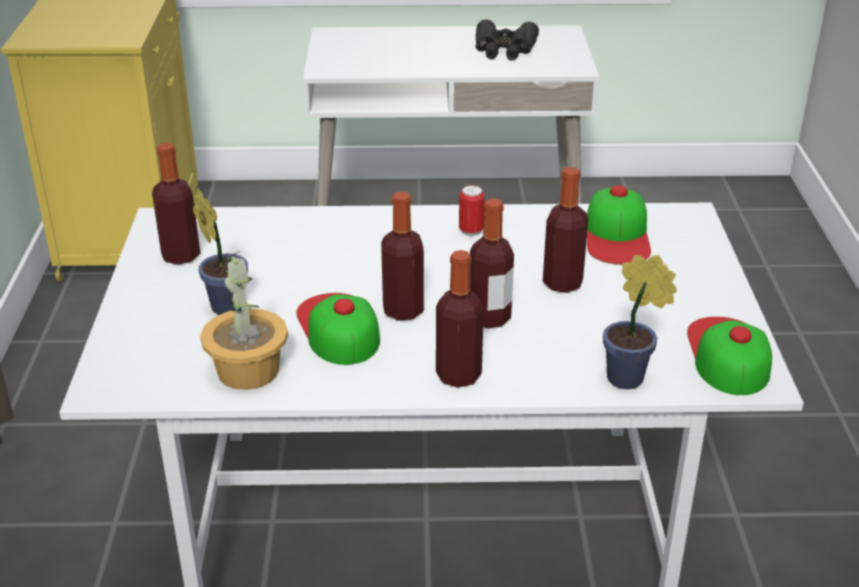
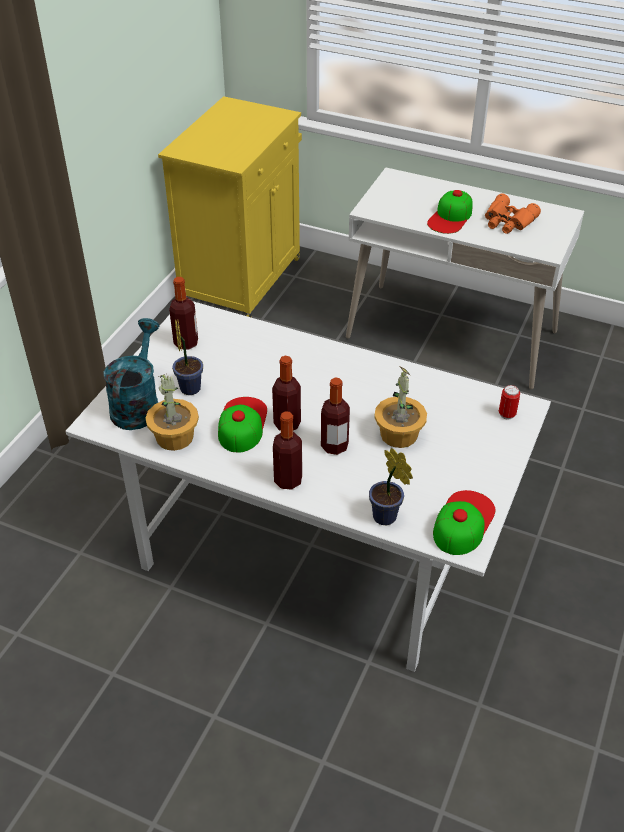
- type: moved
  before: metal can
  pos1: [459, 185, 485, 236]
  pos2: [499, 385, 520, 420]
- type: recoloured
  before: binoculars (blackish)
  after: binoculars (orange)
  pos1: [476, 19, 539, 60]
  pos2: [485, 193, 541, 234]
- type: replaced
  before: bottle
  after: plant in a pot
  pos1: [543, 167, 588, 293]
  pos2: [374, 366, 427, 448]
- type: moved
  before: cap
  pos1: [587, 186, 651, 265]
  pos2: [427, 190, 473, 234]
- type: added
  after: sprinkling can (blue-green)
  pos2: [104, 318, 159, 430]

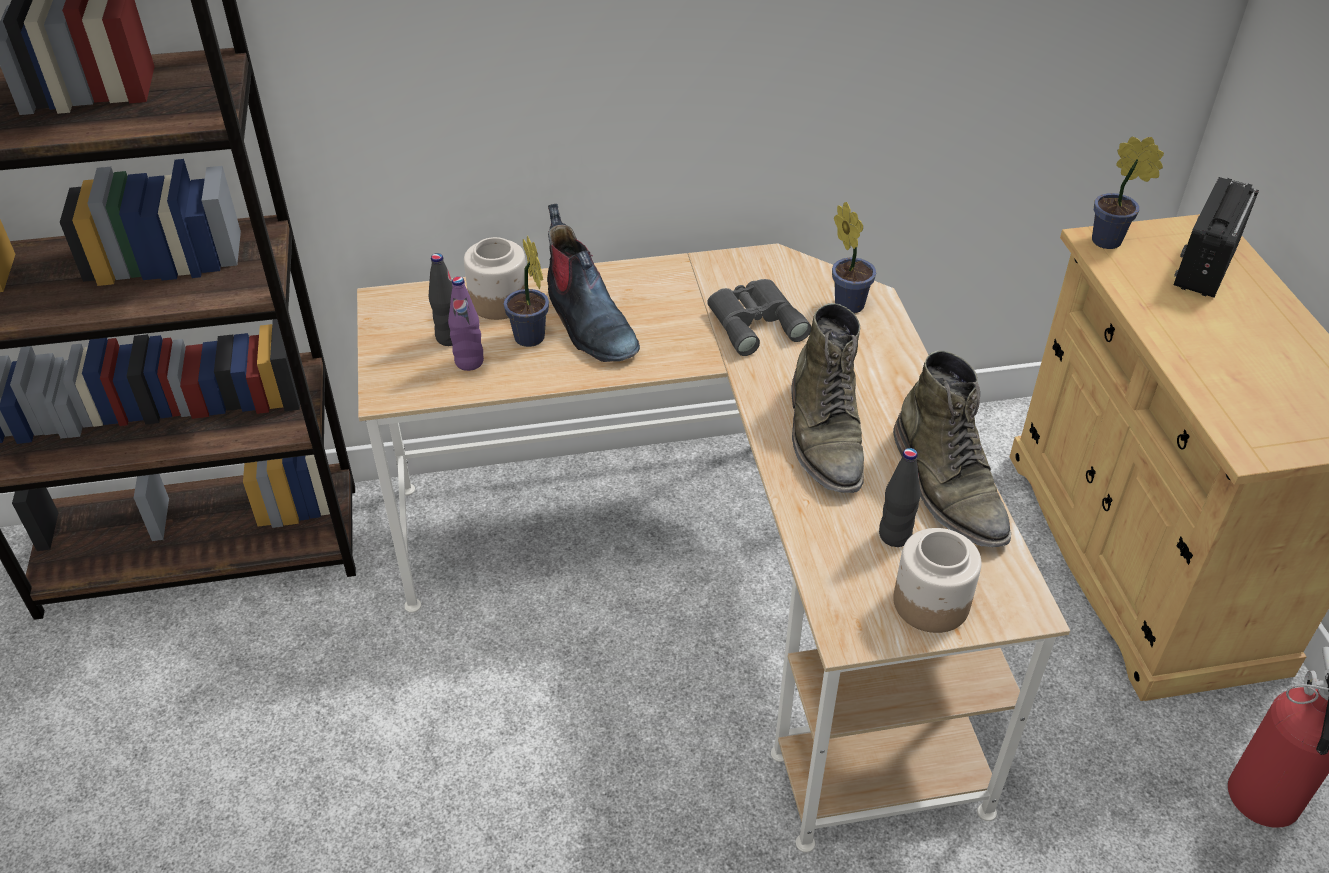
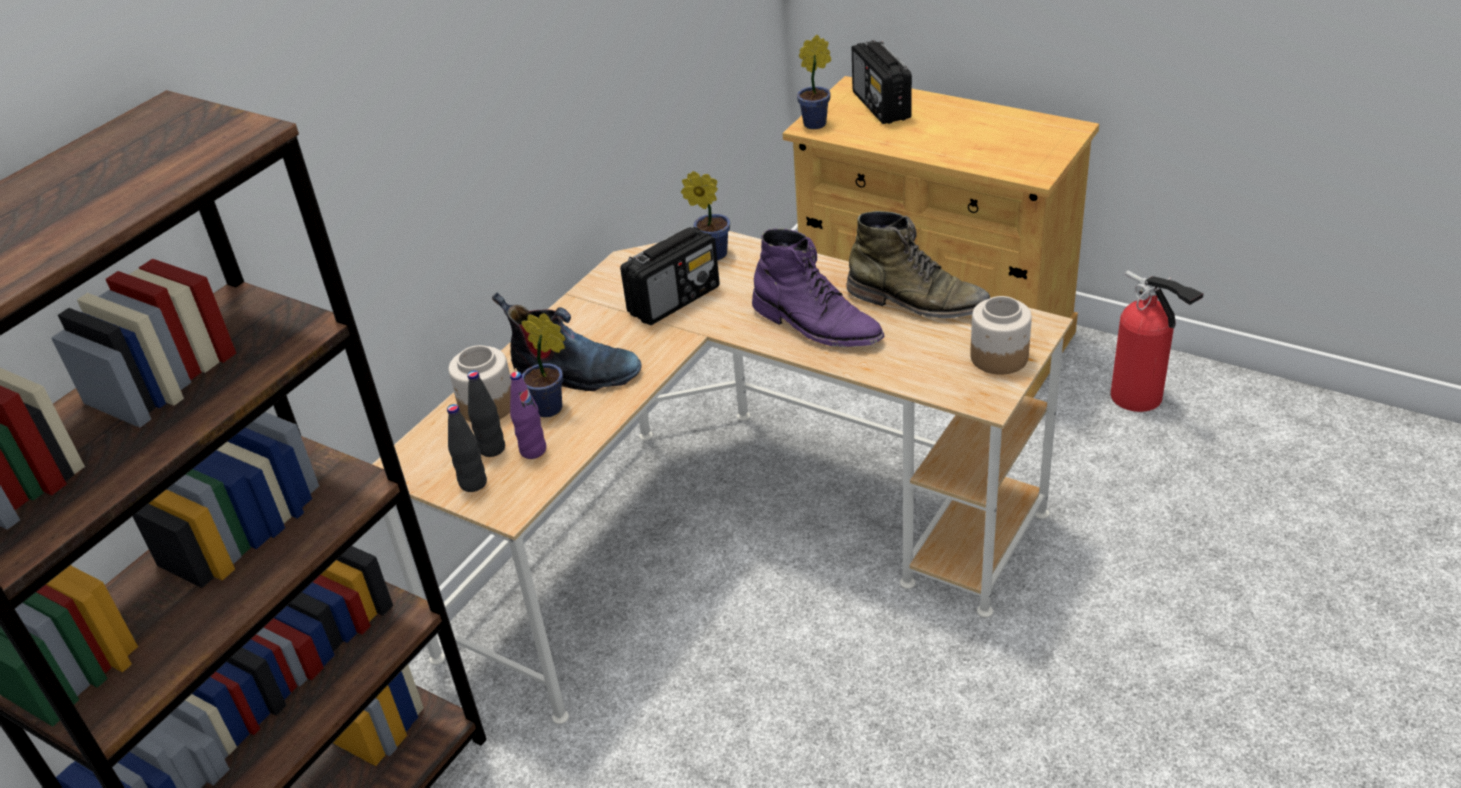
- type: replaced
  before: binoculars (greyish)
  after: radio receiver
  pos1: [707, 279, 811, 356]
  pos2: [620, 227, 720, 325]
- type: recoloured
  before: high-top boot (green-coloured)
  after: high-top boot (purple)
  pos1: [791, 303, 864, 493]
  pos2: [752, 229, 884, 347]
- type: moved
  before: bottle (blackish)
  pos1: [879, 448, 921, 547]
  pos2: [447, 404, 487, 492]

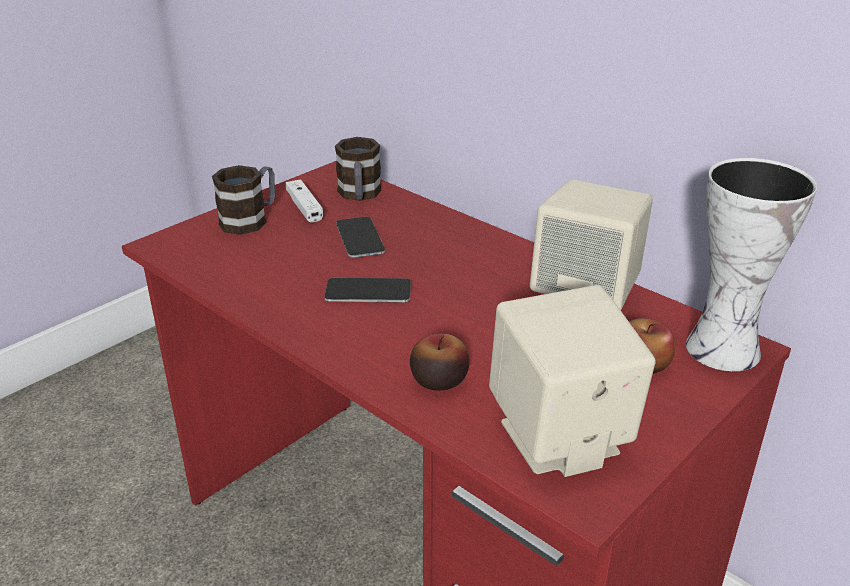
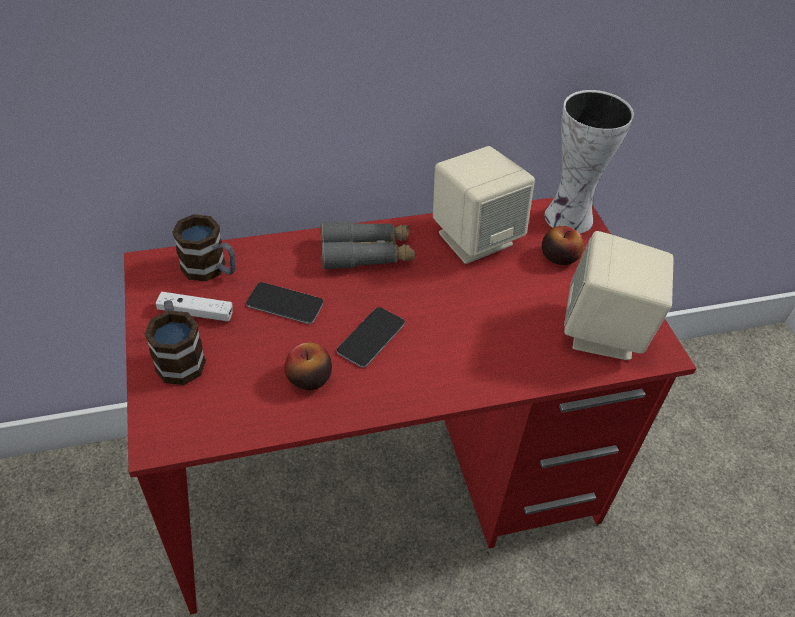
- type: moved
  before: whole apple
  pos1: [410, 334, 470, 391]
  pos2: [284, 343, 332, 390]
- type: added
  after: binoculars (greyish)
  pos2: [320, 222, 415, 270]

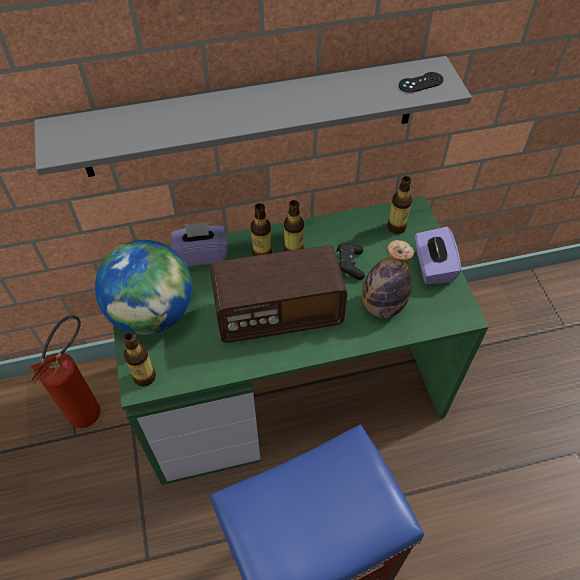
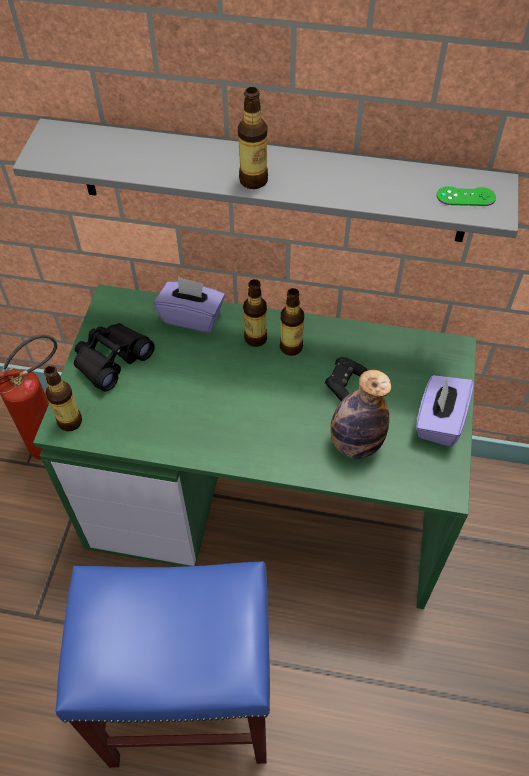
- type: replaced
  before: world globe
  after: binoculars (blackish)
  pos1: [95, 240, 192, 335]
  pos2: [74, 323, 155, 391]
- type: removed
  before: radio receiver
  pos1: [210, 245, 347, 343]
- type: moved
  before: bottle
  pos1: [387, 176, 412, 234]
  pos2: [238, 87, 268, 189]
- type: recoloured
  before: gamepad (blackish)
  after: gamepad (green-coloured)
  pos1: [399, 72, 444, 93]
  pos2: [437, 186, 496, 206]

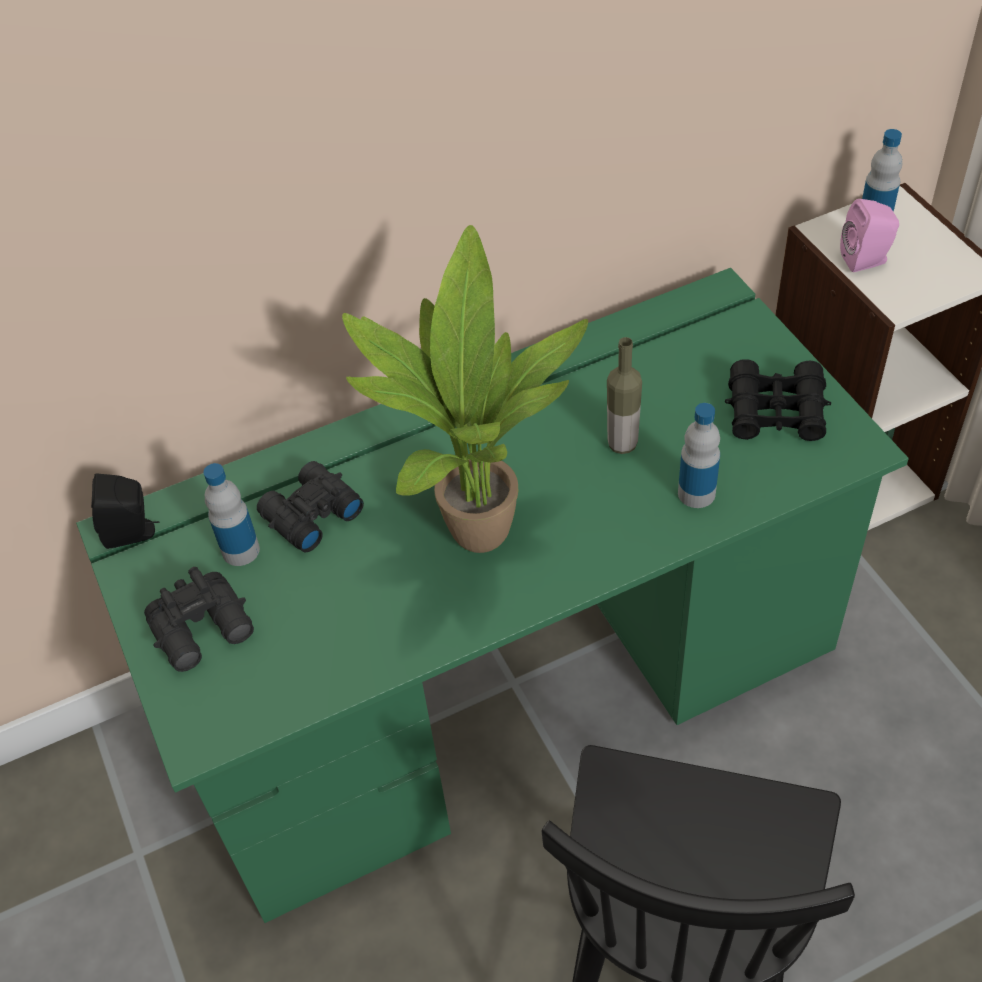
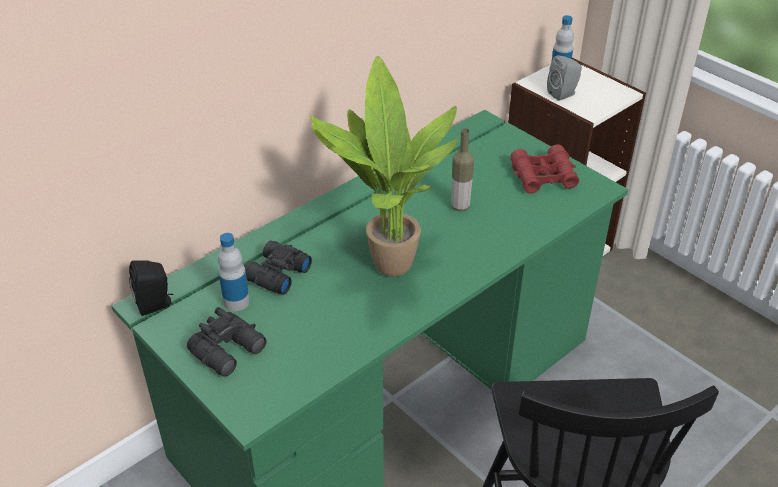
- type: removed
  before: bottle
  pos1: [678, 403, 720, 508]
- type: recoloured
  before: binoculars (blackish)
  after: binoculars (red-coloured)
  pos1: [725, 359, 831, 441]
  pos2: [510, 144, 579, 193]
- type: recoloured
  before: loudspeaker (pinkish)
  after: loudspeaker (greyish)
  pos1: [840, 199, 899, 272]
  pos2: [547, 55, 582, 101]

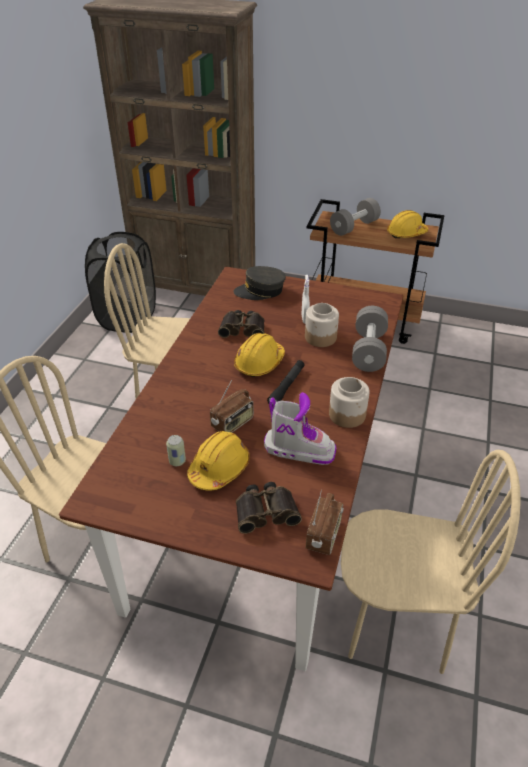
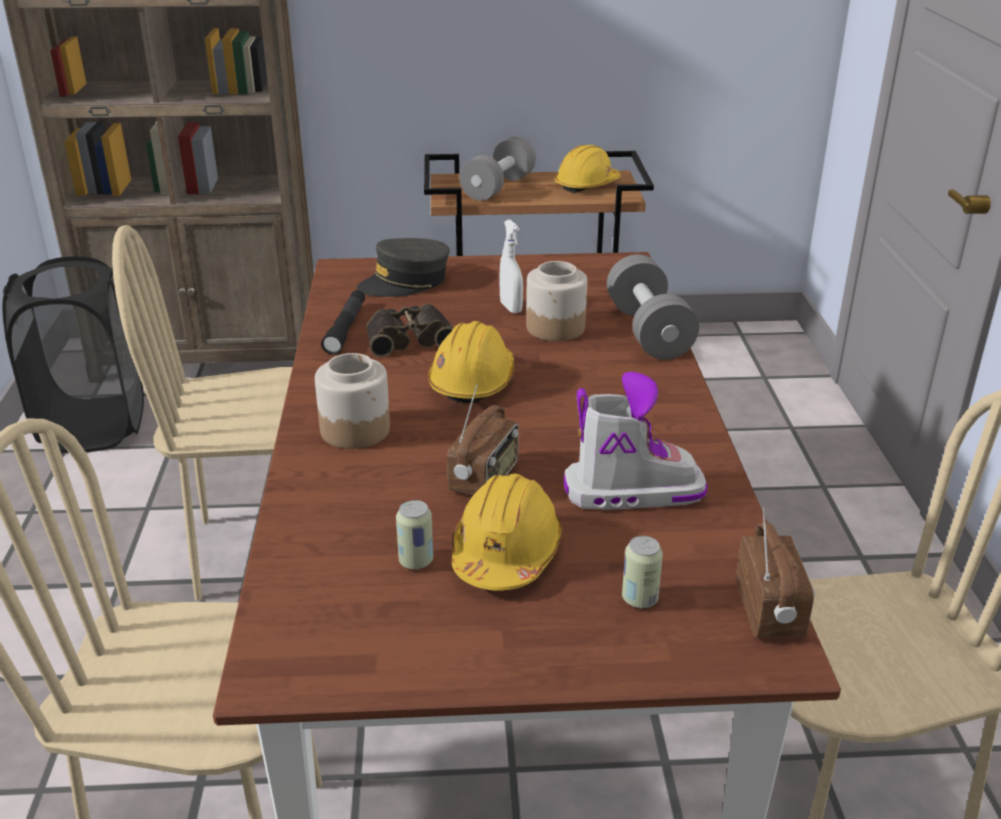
- type: replaced
  before: binoculars
  after: metal can
  pos1: [236, 482, 302, 534]
  pos2: [622, 536, 663, 608]
- type: moved
  before: torch (blackish)
  pos1: [267, 360, 305, 406]
  pos2: [321, 290, 365, 355]
- type: moved
  before: preserve jar
  pos1: [329, 377, 370, 428]
  pos2: [315, 353, 390, 449]

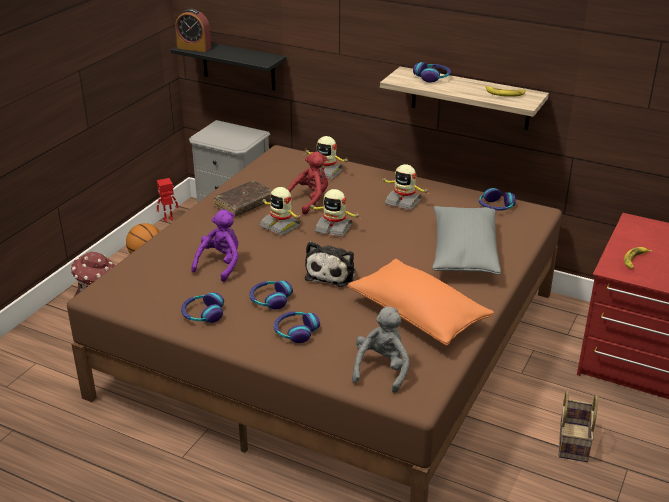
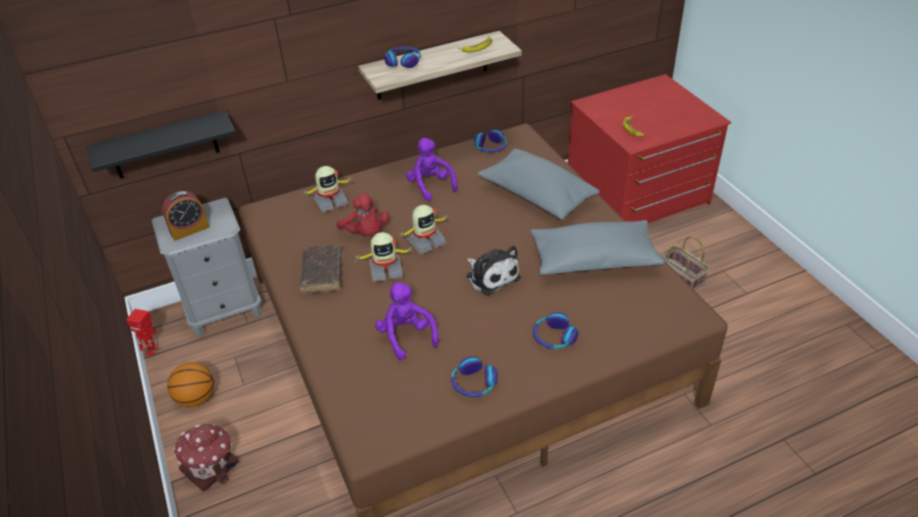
- type: moved
  before: table clock
  pos1: [176, 9, 211, 52]
  pos2: [162, 191, 209, 241]
- type: removed
  before: pair of headphones
  pos1: [249, 281, 293, 310]
- type: turned
  before: cuddly toy (red-coloured)
  pos1: [287, 151, 328, 215]
  pos2: [336, 193, 390, 236]
  turn: 150
- type: recoloured
  before: pillow (orange)
  after: pillow (greyish)
  pos1: [348, 259, 494, 346]
  pos2: [530, 220, 664, 275]
- type: removed
  before: cuddly toy (greyish)
  pos1: [352, 306, 410, 393]
- type: replaced
  before: robot figure
  after: cuddly toy (purple)
  pos1: [382, 164, 429, 211]
  pos2: [406, 138, 458, 201]

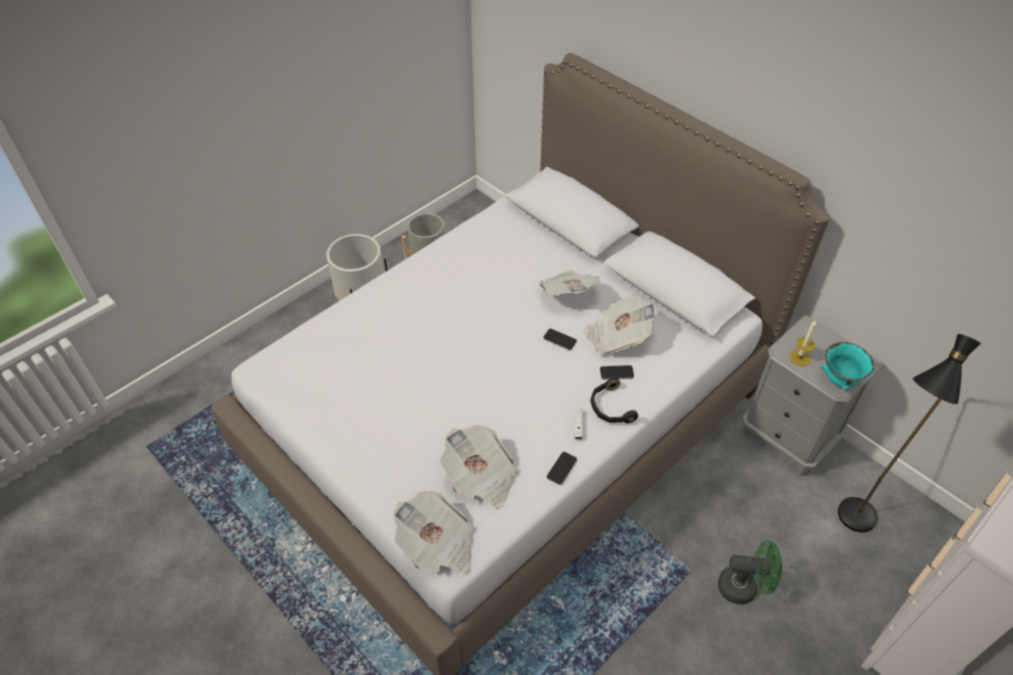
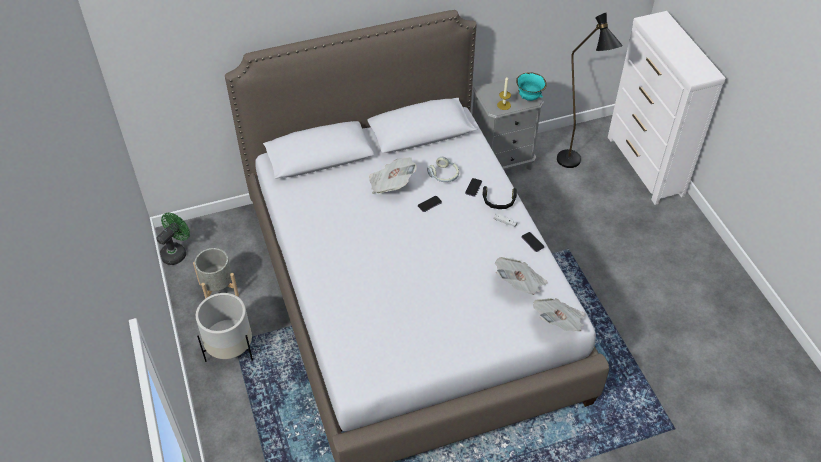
- type: replaced
  before: newspaper
  after: pair of headphones
  pos1: [583, 295, 658, 355]
  pos2: [427, 157, 459, 182]
- type: moved
  before: cooling fan (green-coloured)
  pos1: [718, 540, 782, 604]
  pos2: [156, 213, 190, 265]

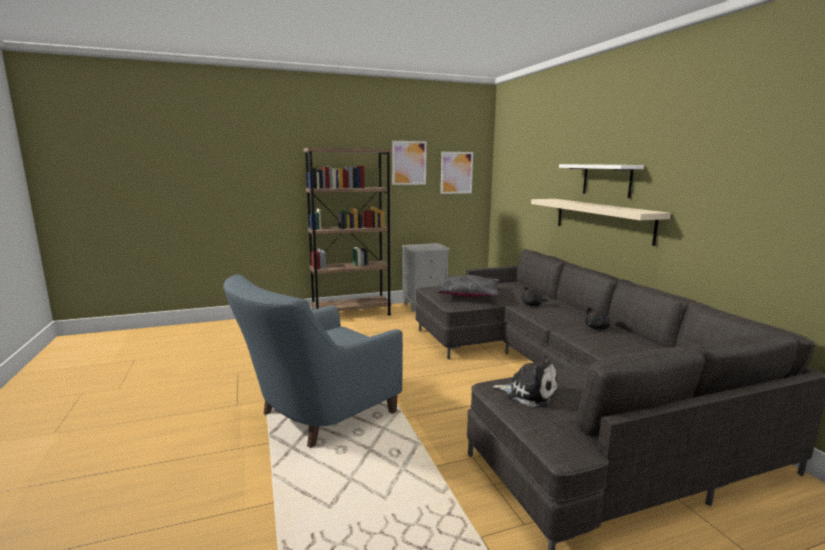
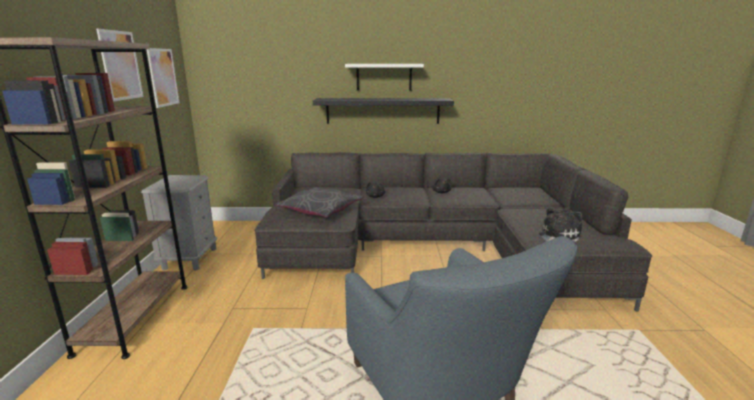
- type: recoloured
  before: bracket shelf (sand-coloured)
  after: bracket shelf (blackish)
  pos1: [531, 199, 671, 246]
  pos2: [313, 98, 454, 124]

